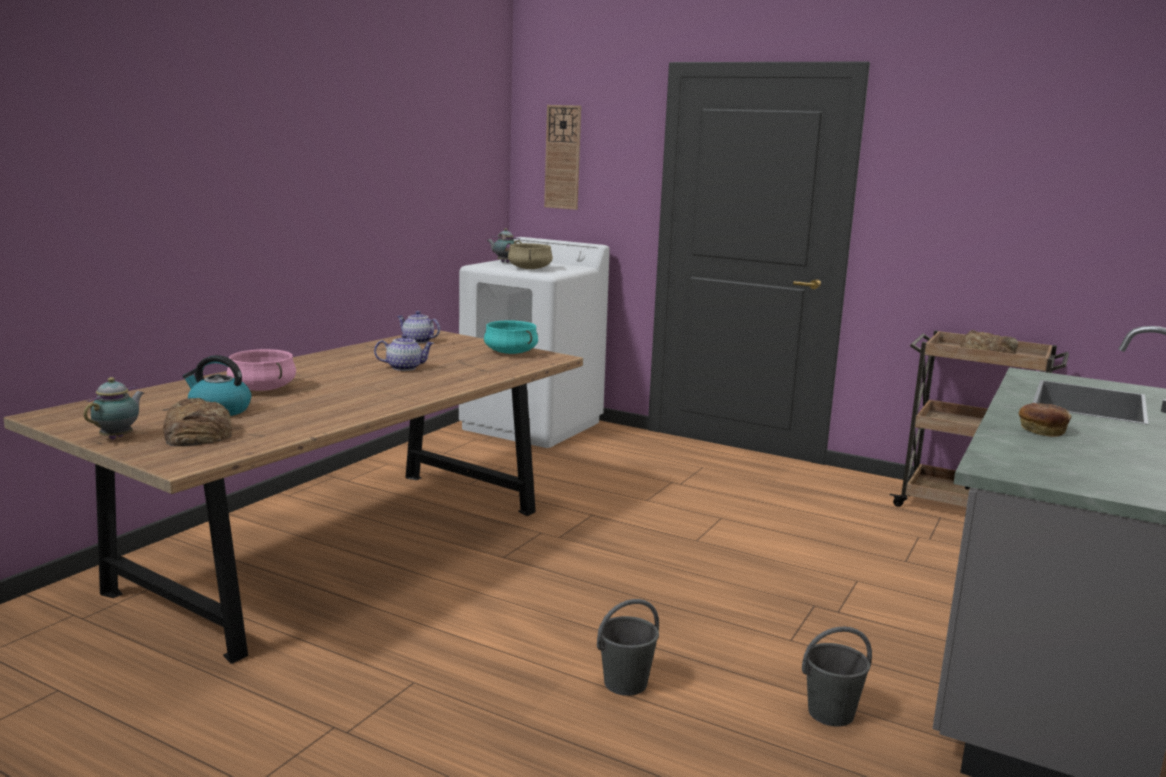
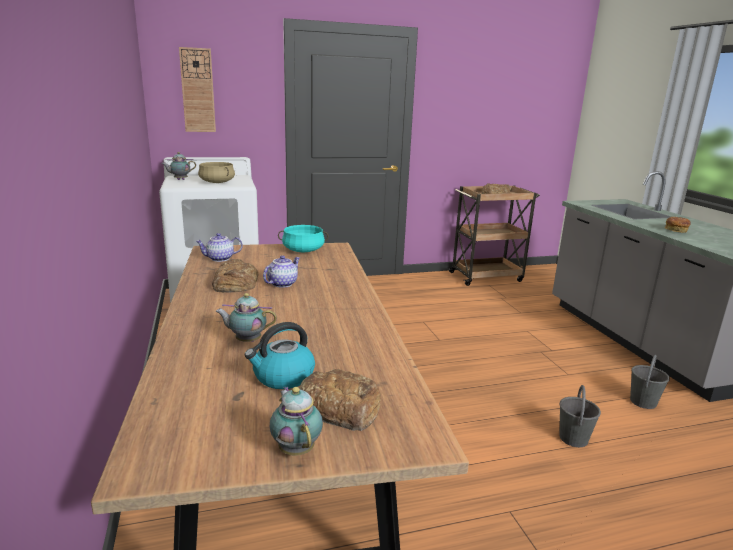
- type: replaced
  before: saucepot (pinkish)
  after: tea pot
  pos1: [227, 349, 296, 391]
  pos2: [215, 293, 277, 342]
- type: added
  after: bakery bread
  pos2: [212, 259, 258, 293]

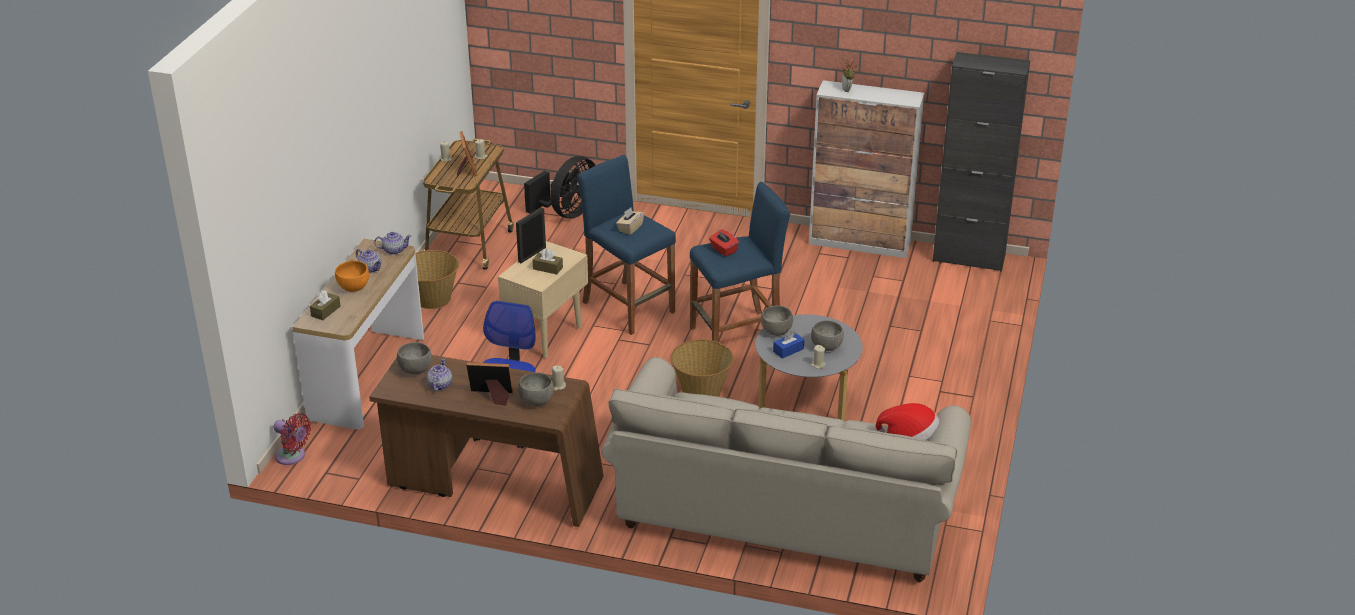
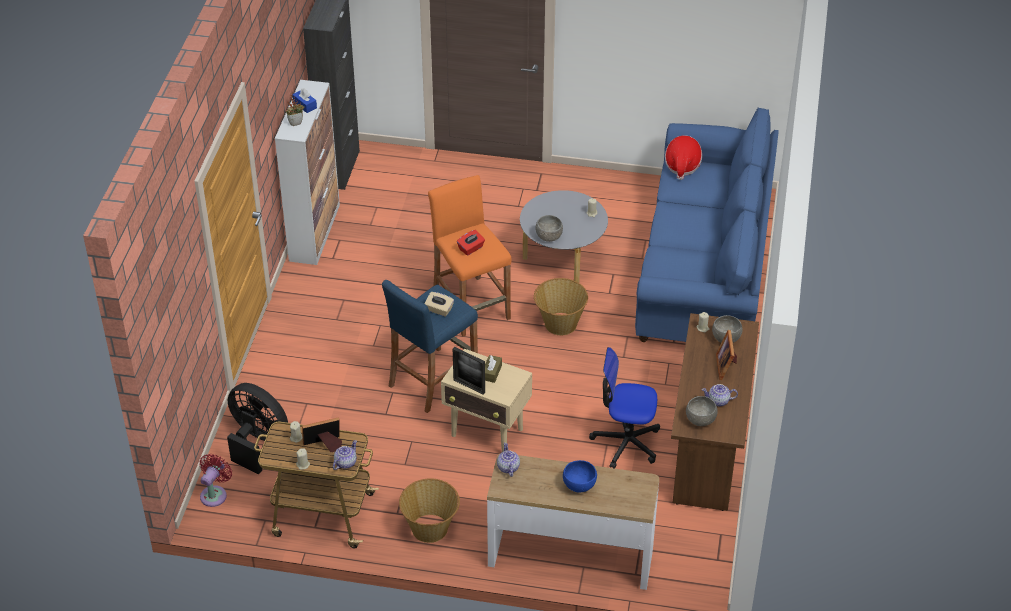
- type: moved
  before: cooling fan (red-coloured)
  pos1: [274, 413, 311, 465]
  pos2: [200, 454, 232, 507]
- type: removed
  before: tissue box (brown)
  pos1: [310, 290, 341, 320]
- type: recoloured
  before: deep dish (orange)
  after: deep dish (blue)
  pos1: [335, 261, 369, 292]
  pos2: [563, 460, 597, 493]
- type: moved
  before: tea pot
  pos1: [356, 249, 382, 273]
  pos2: [333, 440, 357, 470]
- type: recoloured
  before: sofa (sand-coloured)
  after: sofa (blue)
  pos1: [601, 357, 971, 582]
  pos2: [635, 107, 779, 342]
- type: recoloured
  before: stool (blue)
  after: stool (orange)
  pos1: [690, 182, 790, 342]
  pos2: [428, 175, 512, 336]
- type: moved
  before: tissue box (blue)
  pos1: [773, 331, 804, 359]
  pos2: [292, 88, 317, 113]
- type: removed
  before: deep dish (greyish)
  pos1: [811, 320, 844, 351]

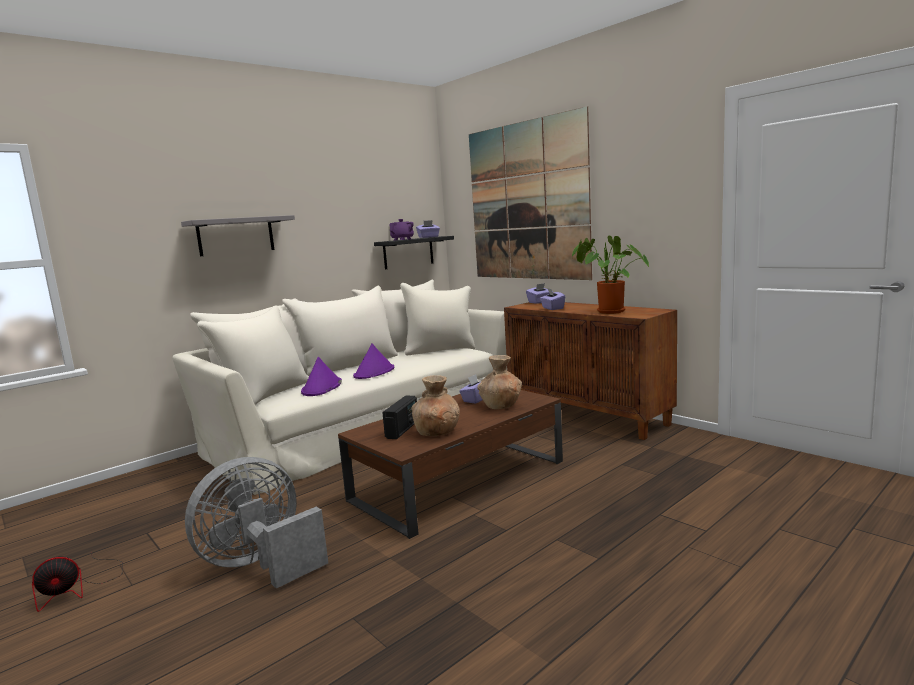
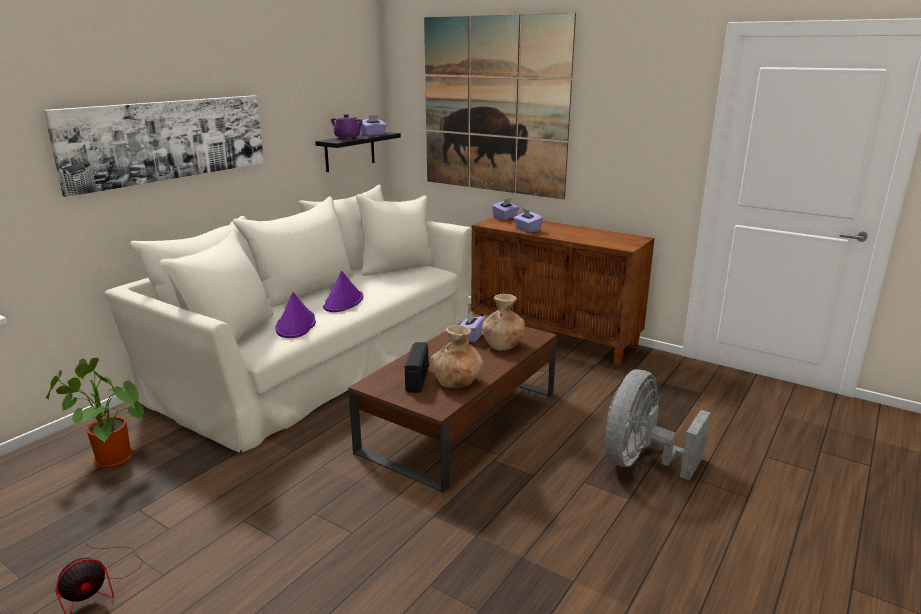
- type: replaced
  before: bracket shelf (greyish)
  after: wall picture
  pos1: [181, 215, 295, 256]
  pos2: [43, 95, 264, 197]
- type: moved
  before: cooling fan (greyish)
  pos1: [185, 457, 328, 589]
  pos2: [605, 370, 711, 480]
- type: moved
  before: plant in a pot
  pos1: [572, 235, 649, 314]
  pos2: [46, 358, 143, 468]

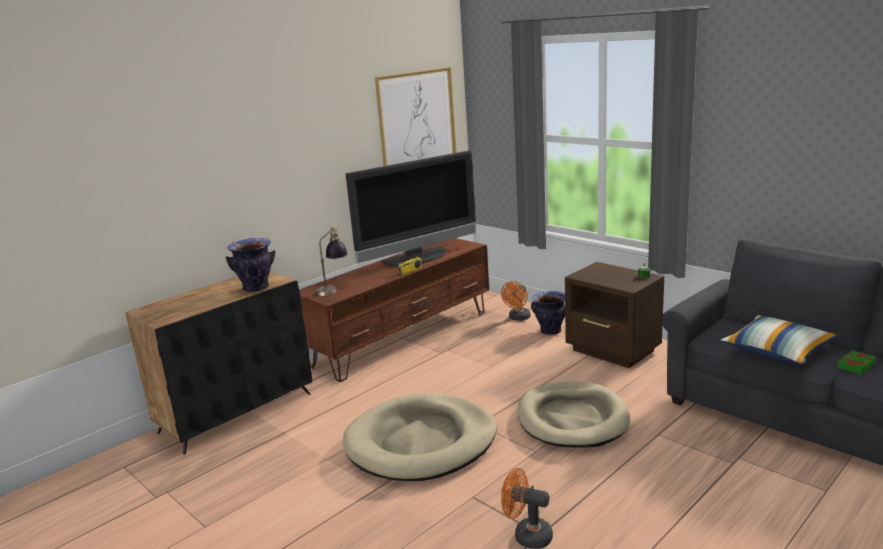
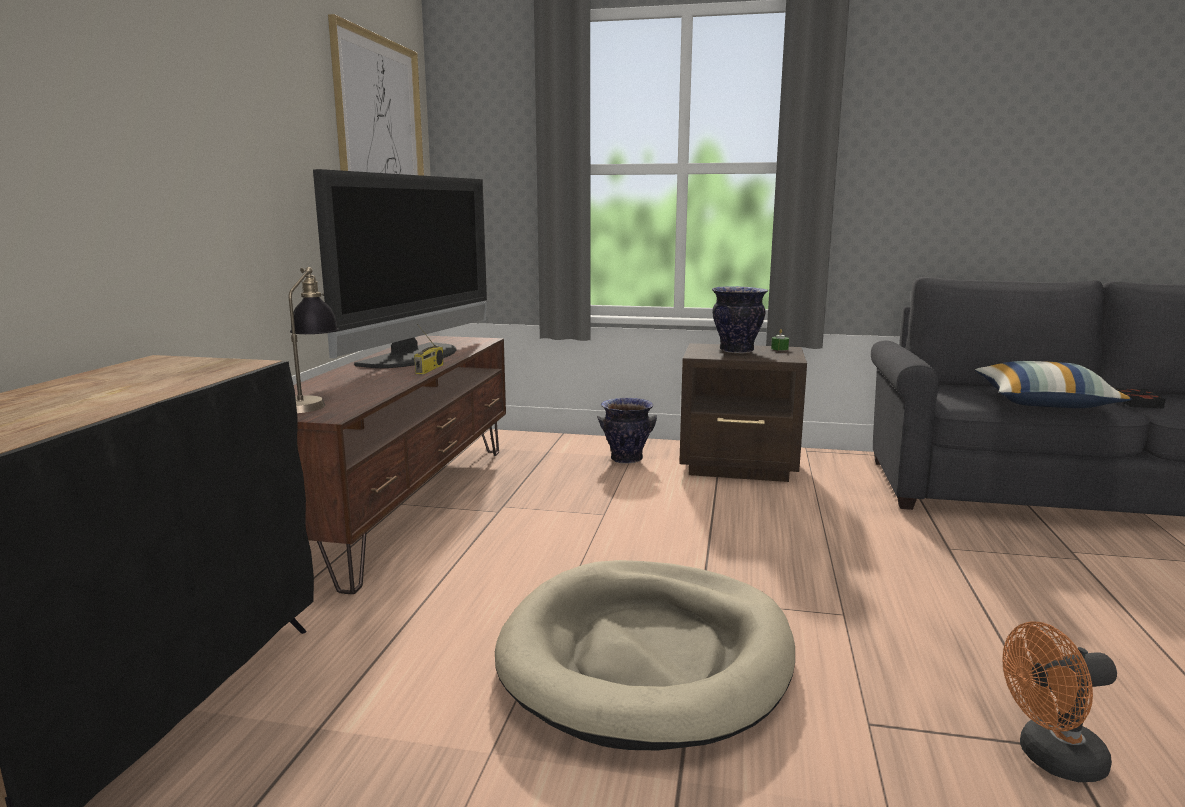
- type: moved
  before: flower vase
  pos1: [226, 238, 275, 293]
  pos2: [712, 286, 768, 353]
- type: removed
  before: cooling fan (orange)
  pos1: [501, 281, 531, 321]
- type: removed
  before: dog bed (sand-coloured)
  pos1: [517, 382, 630, 448]
- type: recoloured
  before: book (green-coloured)
  after: book (blackish)
  pos1: [838, 350, 876, 375]
  pos2: [1115, 387, 1166, 409]

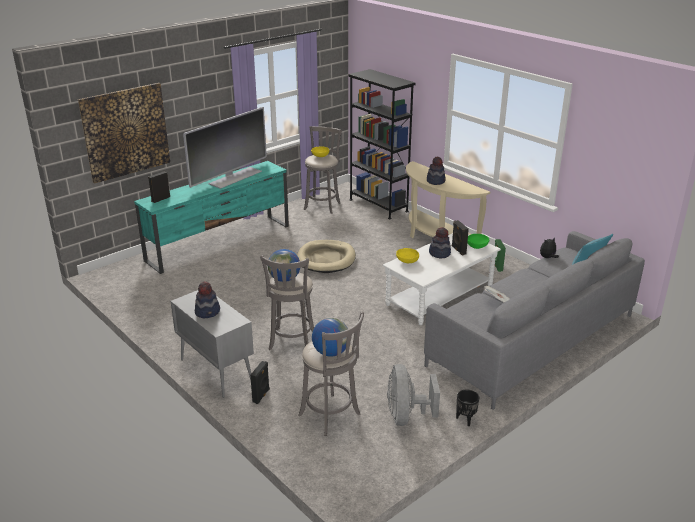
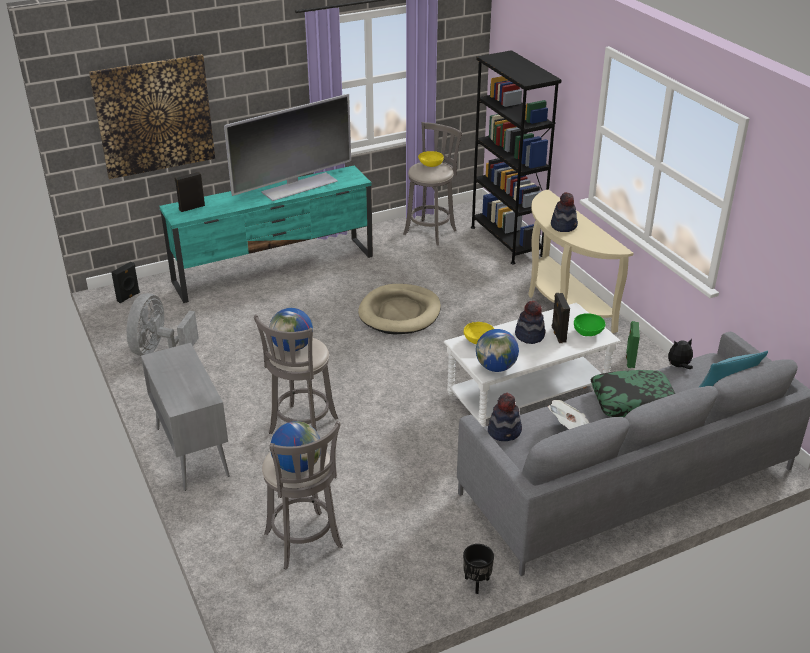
- type: moved
  before: wearable hat
  pos1: [195, 281, 220, 318]
  pos2: [488, 393, 522, 441]
- type: moved
  before: loudspeaker (blackish)
  pos1: [250, 361, 270, 404]
  pos2: [111, 262, 140, 303]
- type: moved
  before: cooling fan (greyish)
  pos1: [387, 364, 440, 426]
  pos2: [126, 293, 199, 356]
- type: added
  after: world globe
  pos2: [476, 329, 519, 372]
- type: added
  after: pillow
  pos2: [591, 370, 675, 417]

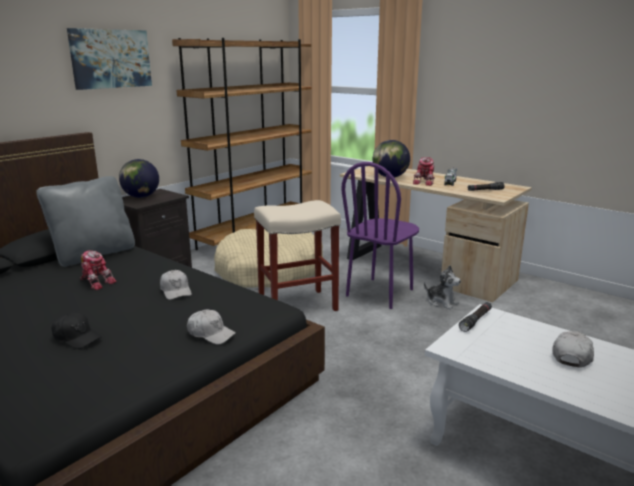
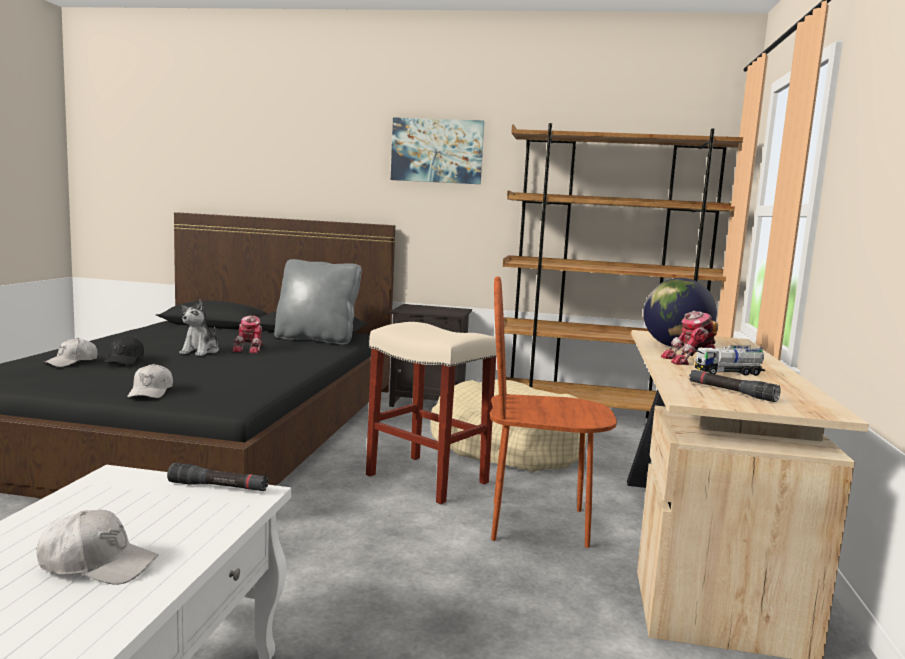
- type: removed
  before: world globe
  pos1: [119, 159, 159, 198]
- type: moved
  before: cap (whitish)
  pos1: [160, 270, 192, 300]
  pos2: [43, 338, 98, 367]
- type: recoloured
  before: plain chair (purple)
  after: plain chair (brown)
  pos1: [341, 162, 419, 309]
  pos2: [490, 276, 617, 548]
- type: moved
  before: cuddly toy
  pos1: [424, 265, 461, 310]
  pos2: [179, 300, 219, 356]

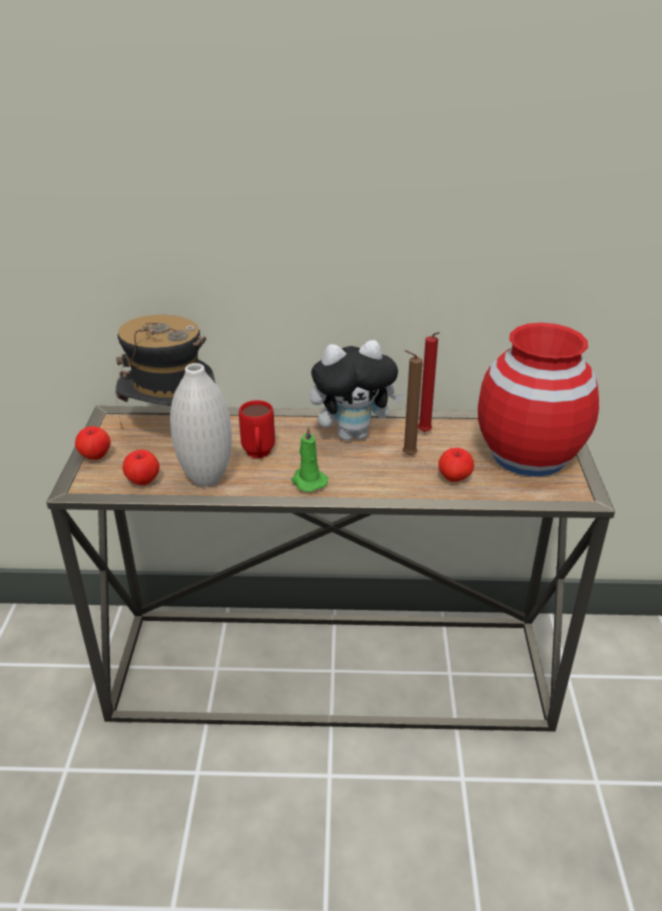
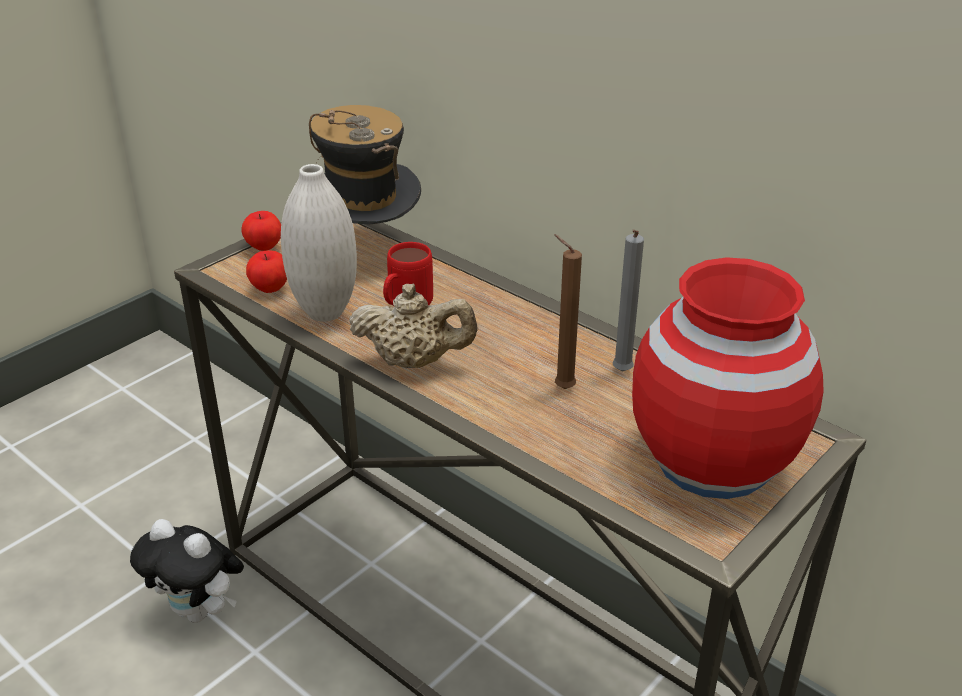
- type: replaced
  before: candle (green-coloured)
  after: tea pot (sand-coloured)
  pos1: [291, 426, 328, 492]
  pos2: [349, 284, 478, 368]
- type: moved
  before: cuddly toy
  pos1: [310, 340, 404, 441]
  pos2: [130, 519, 244, 623]
- type: recoloured
  before: candle (red-coloured)
  after: candle (greyish)
  pos1: [418, 332, 440, 432]
  pos2: [613, 230, 644, 372]
- type: removed
  before: whole apple
  pos1: [438, 448, 474, 482]

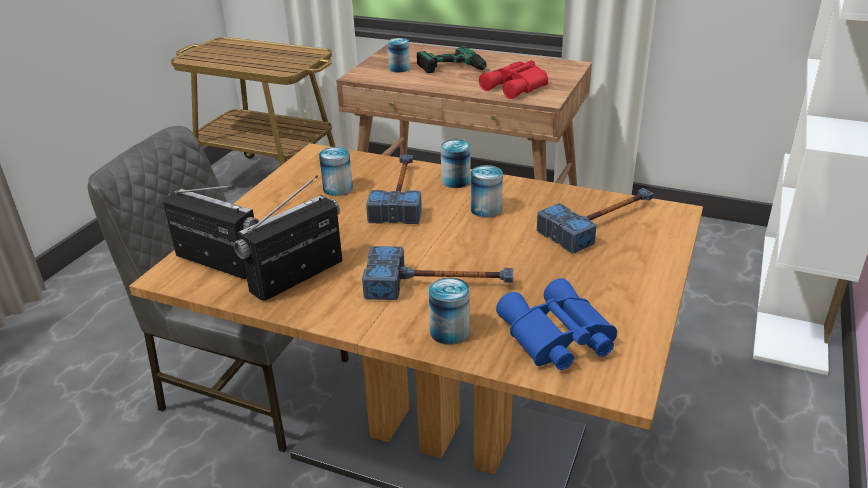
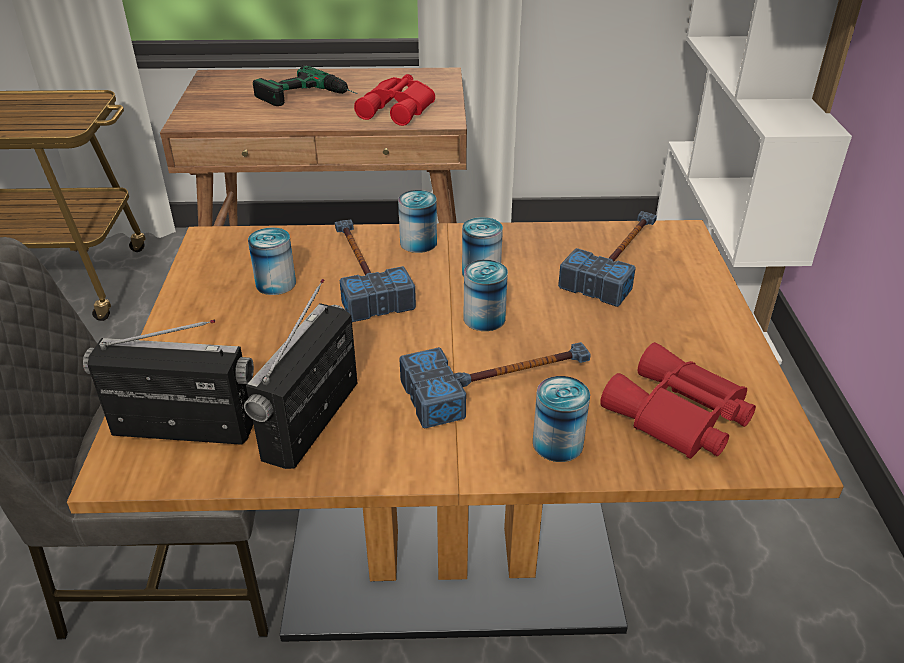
- type: moved
  before: metal can
  pos1: [388, 38, 410, 73]
  pos2: [463, 260, 508, 331]
- type: recoloured
  before: binoculars (blue)
  after: binoculars (red-coloured)
  pos1: [496, 278, 617, 370]
  pos2: [600, 342, 756, 459]

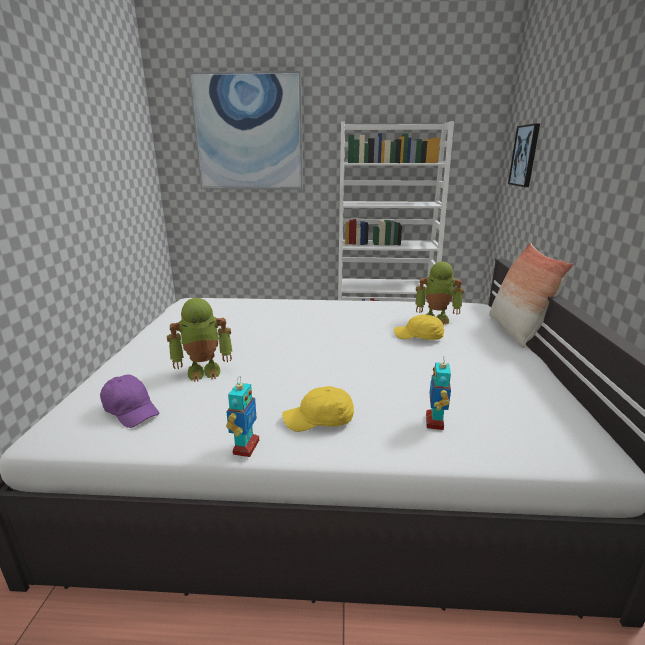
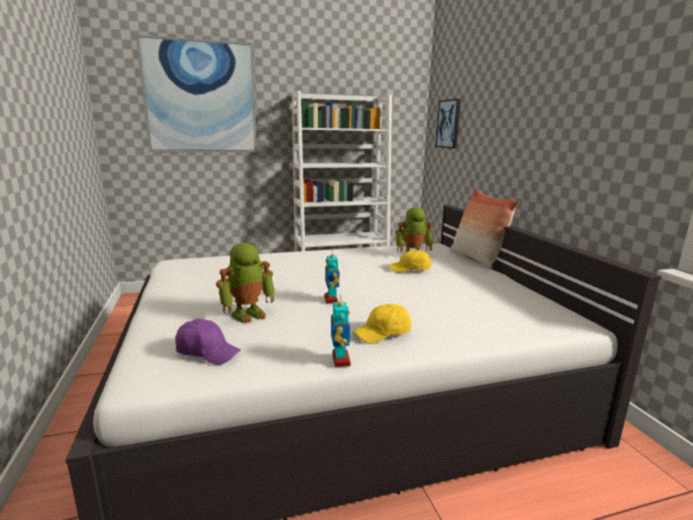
- type: moved
  before: robot figure
  pos1: [426, 356, 451, 430]
  pos2: [324, 249, 339, 304]

